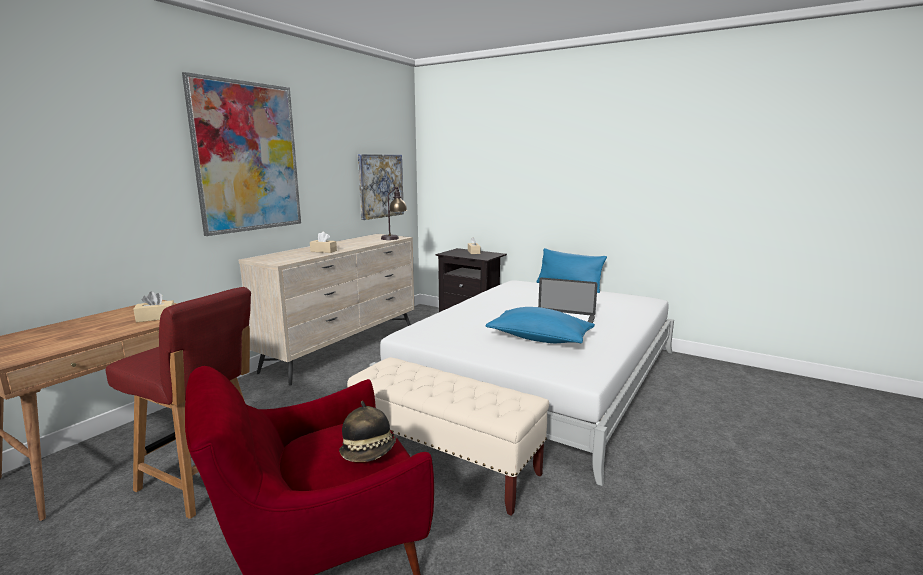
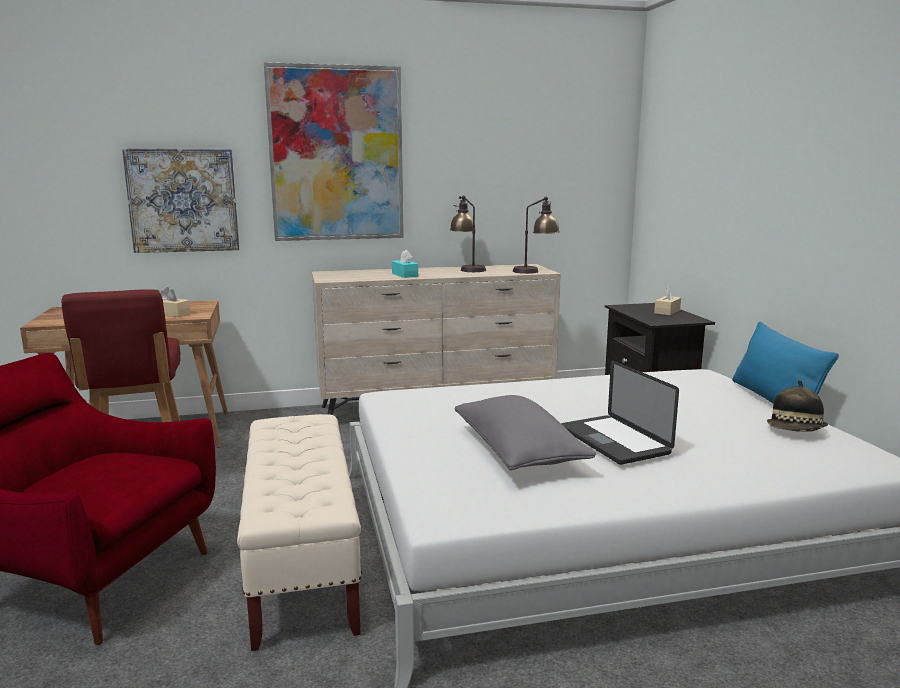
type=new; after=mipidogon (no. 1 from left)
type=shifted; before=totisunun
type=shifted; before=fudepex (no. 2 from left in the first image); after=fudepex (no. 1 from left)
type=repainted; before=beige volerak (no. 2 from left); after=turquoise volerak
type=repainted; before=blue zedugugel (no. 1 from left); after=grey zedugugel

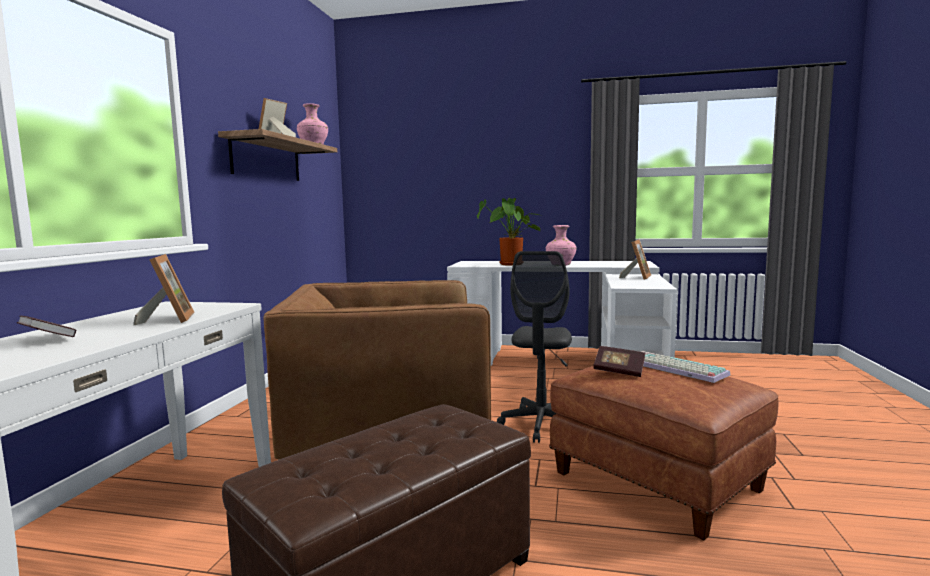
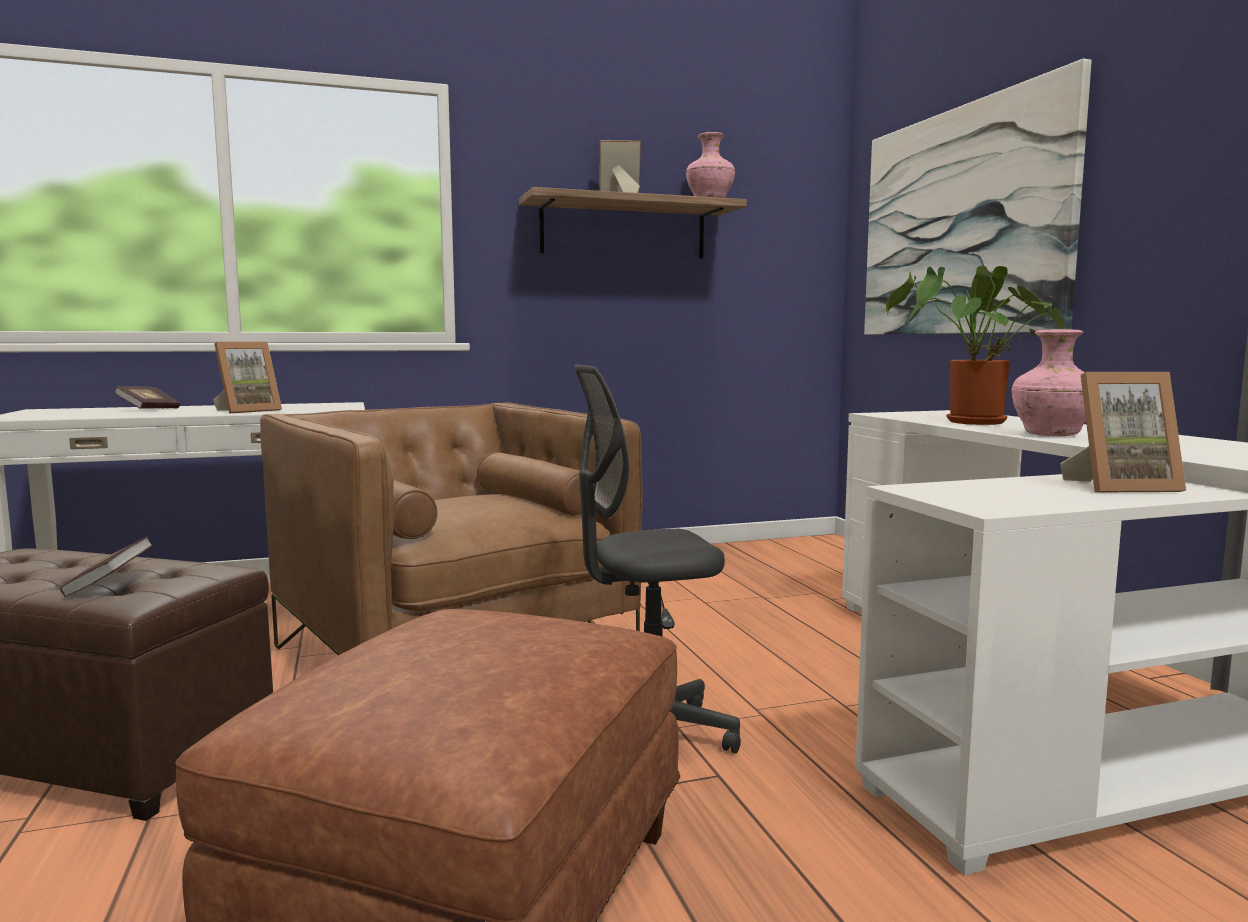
type=gone; before=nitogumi
type=new; after=fudepex
type=shifted; before=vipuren (no. 2 from left in the first image); after=vipuren (no. 1 from left)

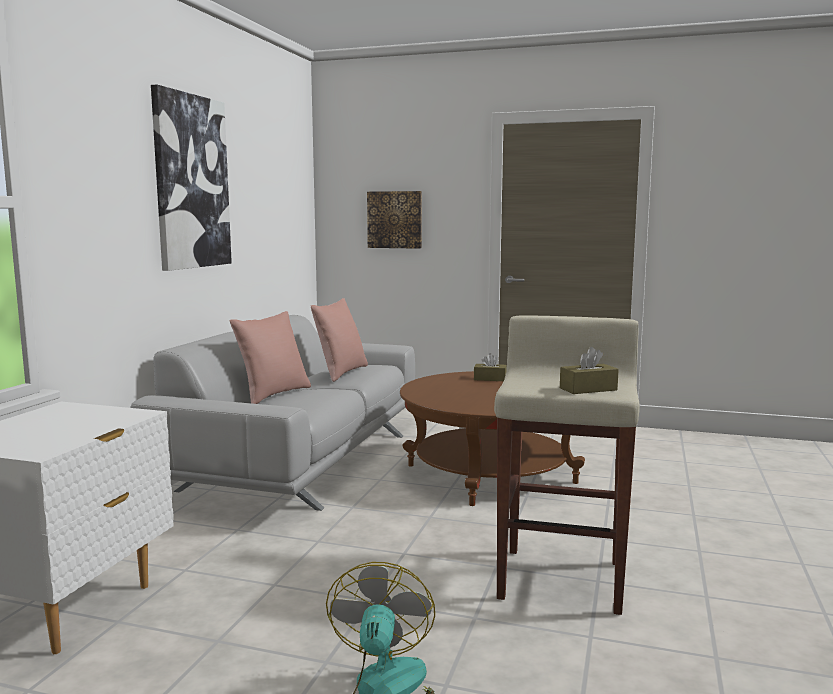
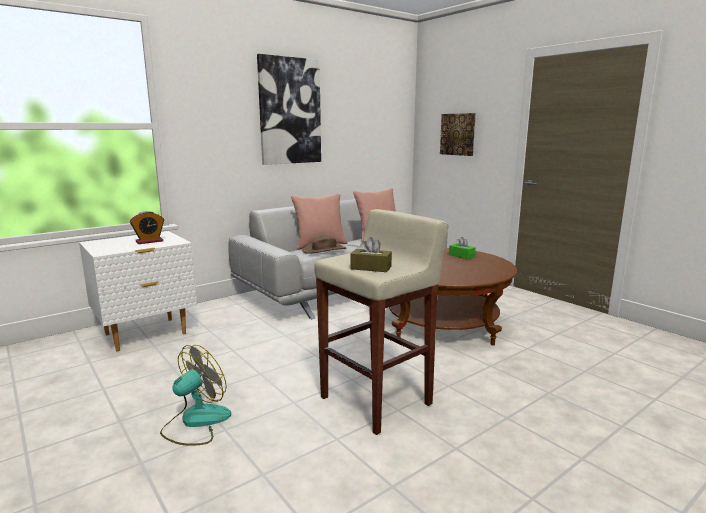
type=new; after=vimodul
type=new; after=brown totisunun
type=repainted; before=brown volerak (no. 1 from left); after=green volerak

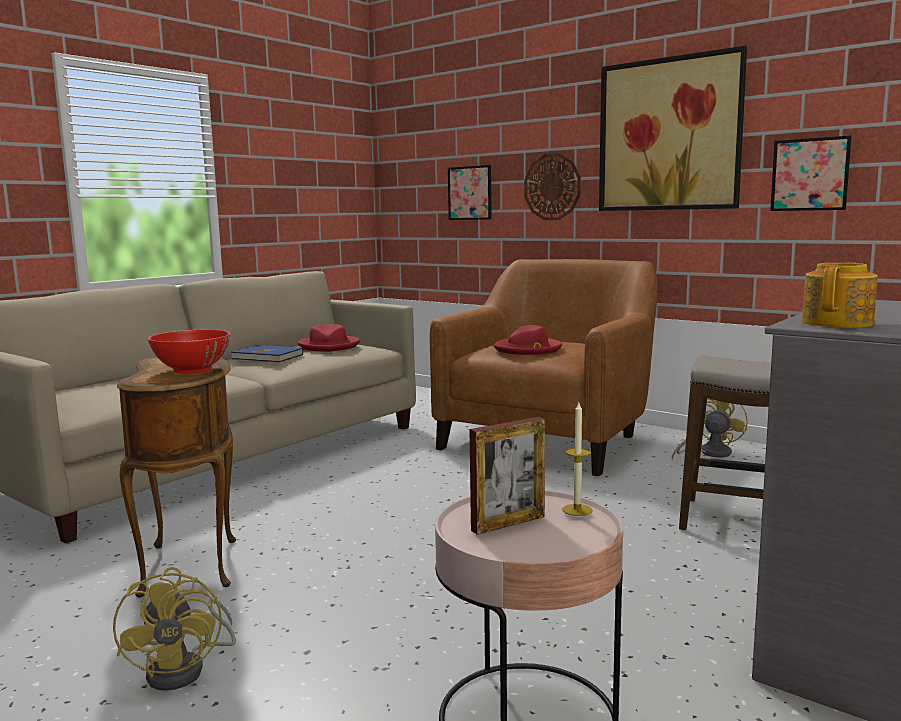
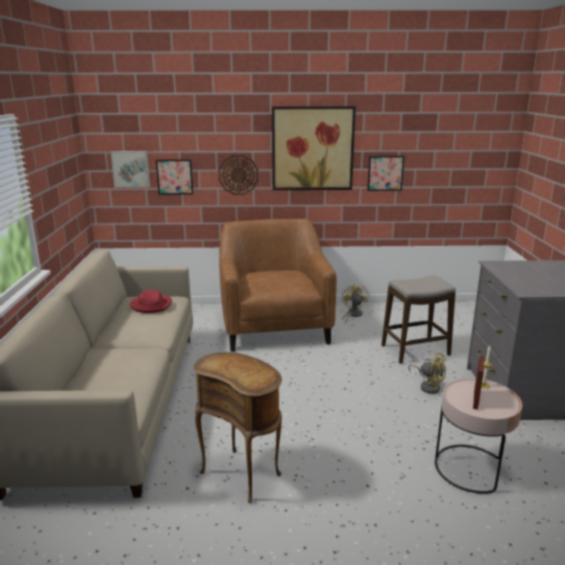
type=gone; before=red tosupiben
type=gone; before=blue vipuren
type=gone; before=red totisunun (no. 2 from left)
type=gone; before=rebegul
type=new; after=fudepex (no. 1 from left)
type=shifted; before=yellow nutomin (no. 1 from left in the first image); after=yellow nutomin (no. 2 from left)

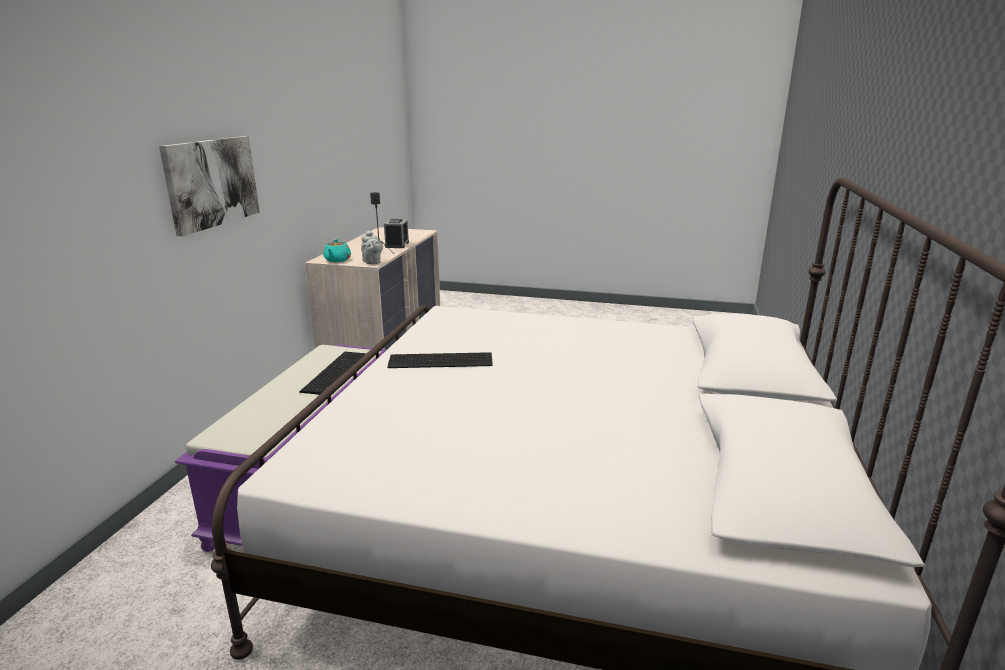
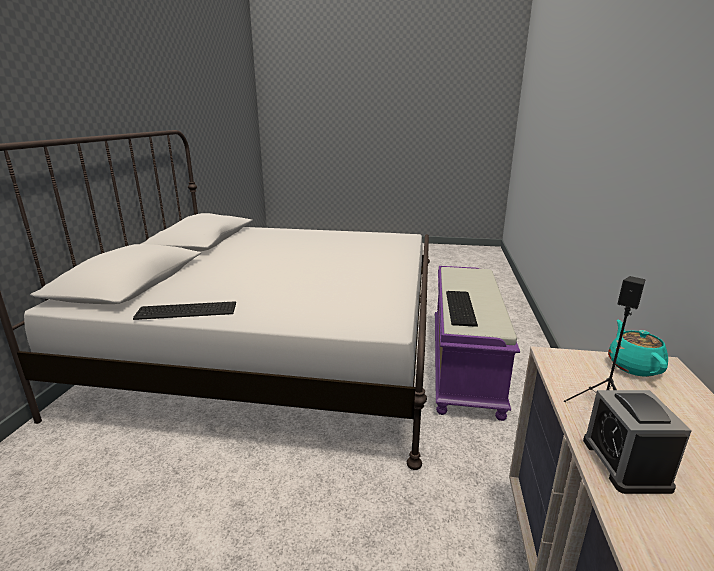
type=gone; before=fudepex
type=gone; before=grey rebegul
type=shifted; before=nitogumi (no. 2 from left in the first image); after=nitogumi (no. 1 from left)

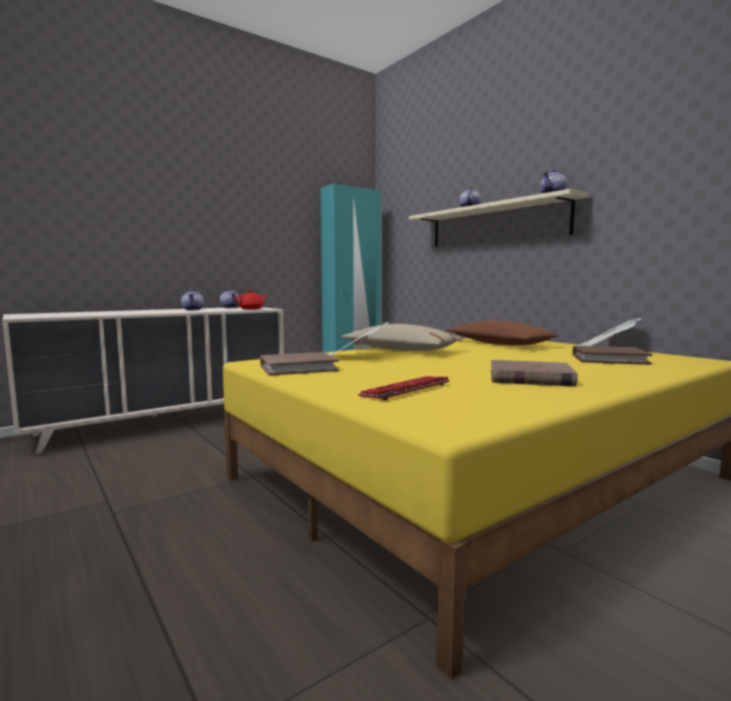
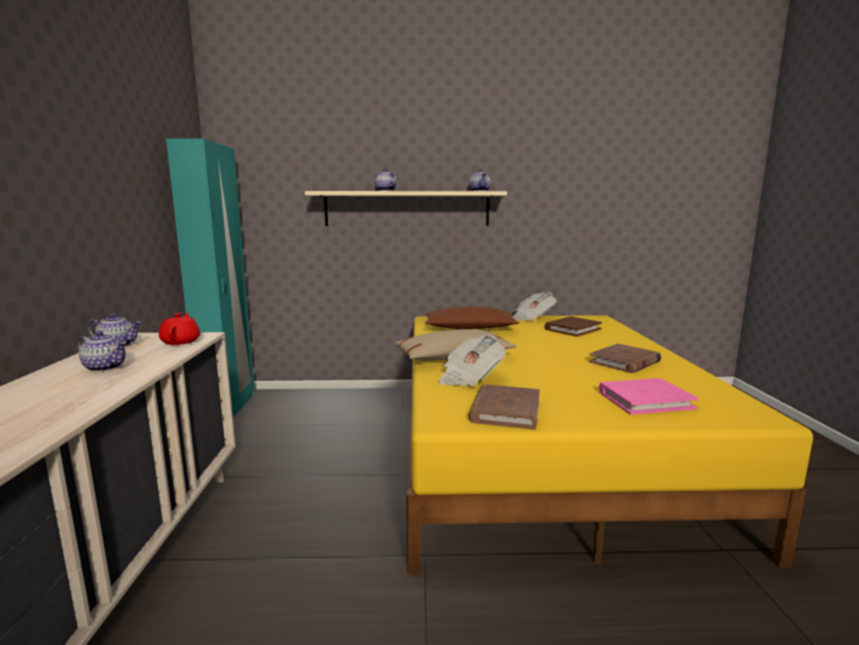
type=swapped; before=nitogumi; after=pink vipuren

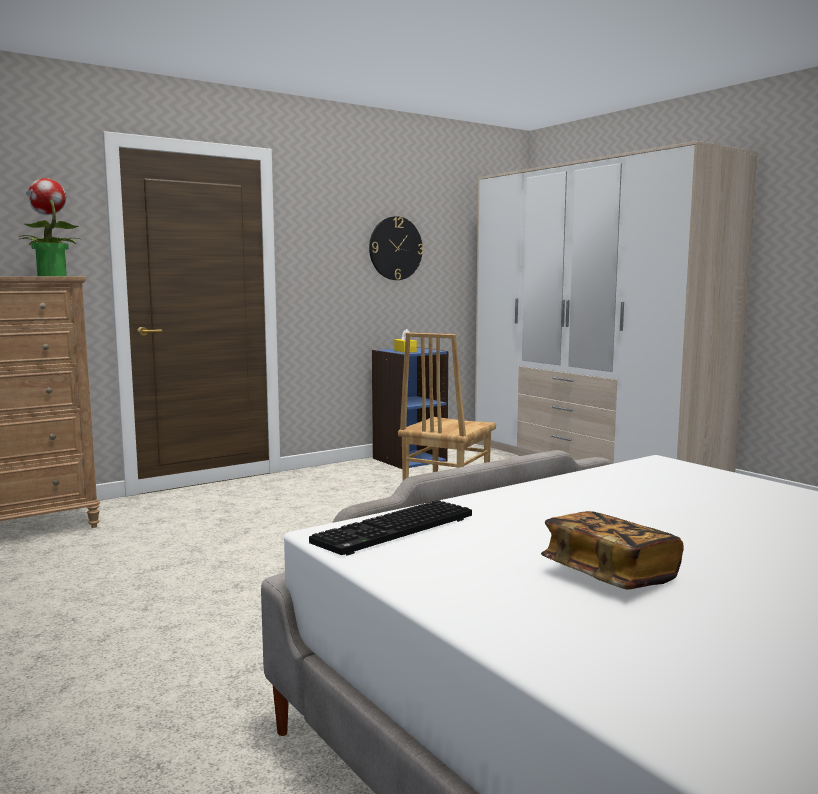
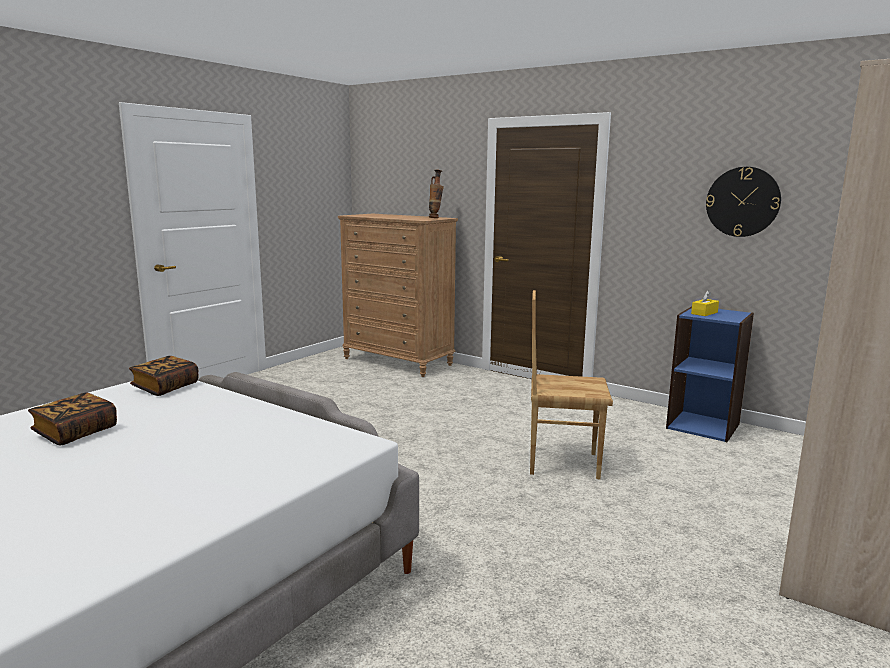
type=swapped; before=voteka; after=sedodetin
type=swapped; before=nitogumi; after=vipuren (no. 2 from left)

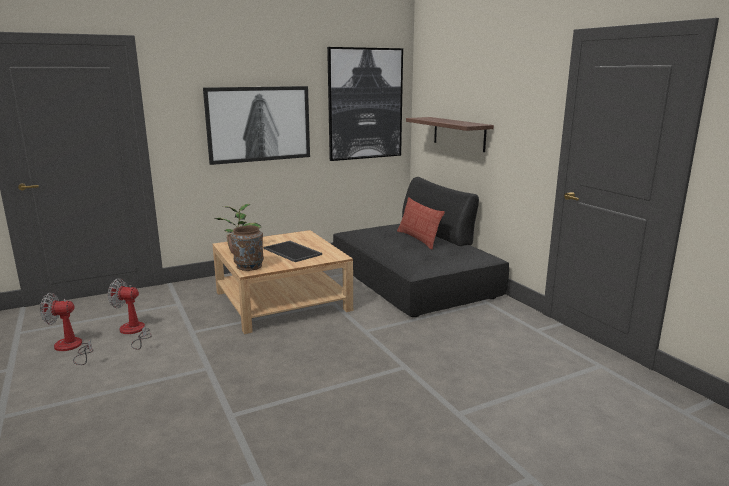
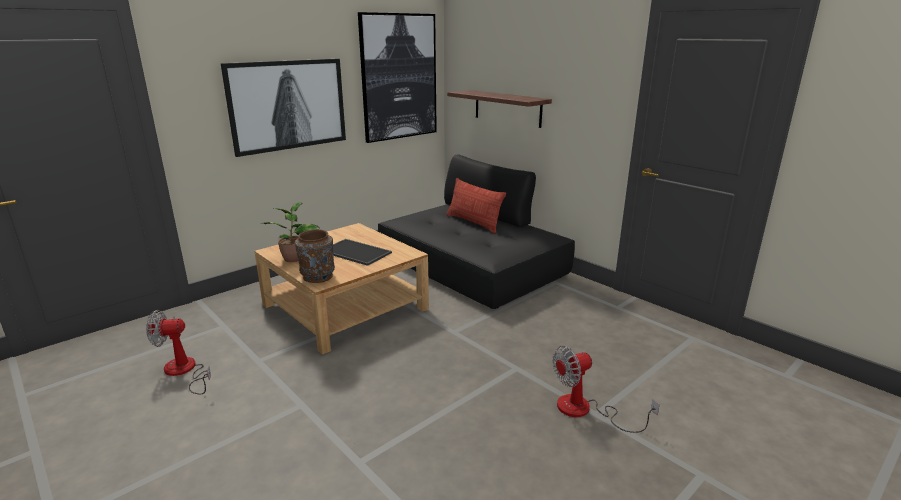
type=shifted; before=nutomin (no. 1 from left in the first image); after=nutomin (no. 2 from left)

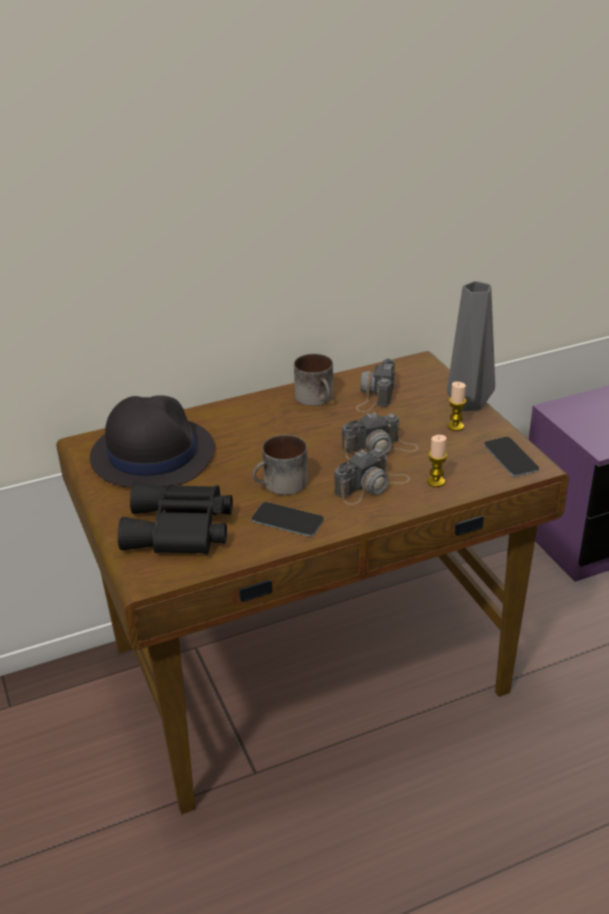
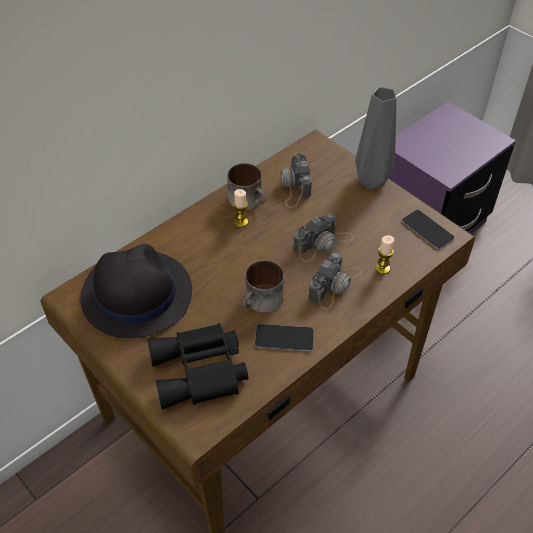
type=shifted; before=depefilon (no. 2 from left in the first image); after=depefilon (no. 1 from left)

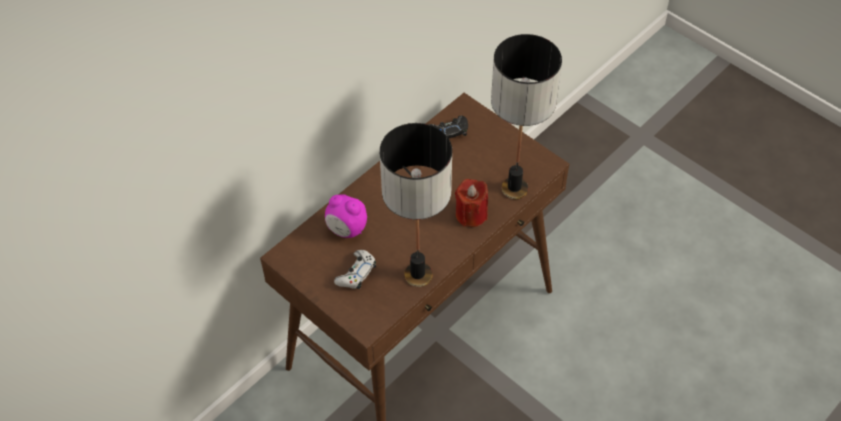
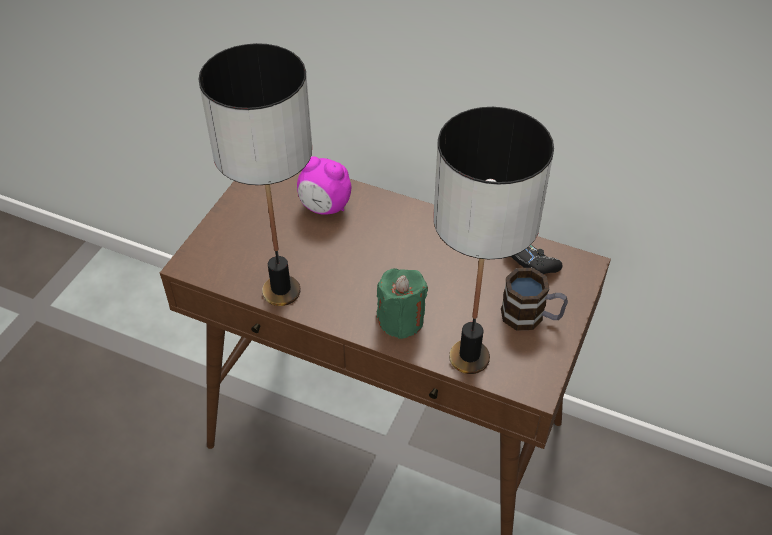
type=gone; before=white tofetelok
type=new; after=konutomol
type=repainted; before=red depefilon; after=green depefilon
type=rotated; before=vimodul; turn=-75

